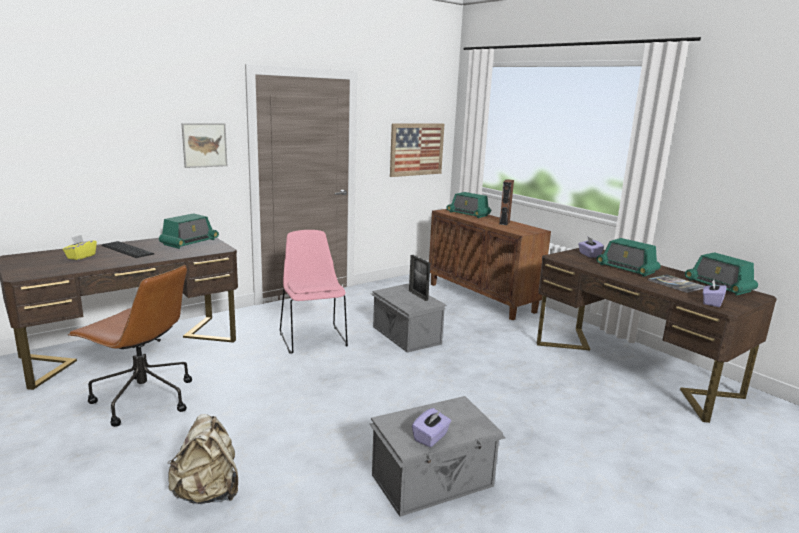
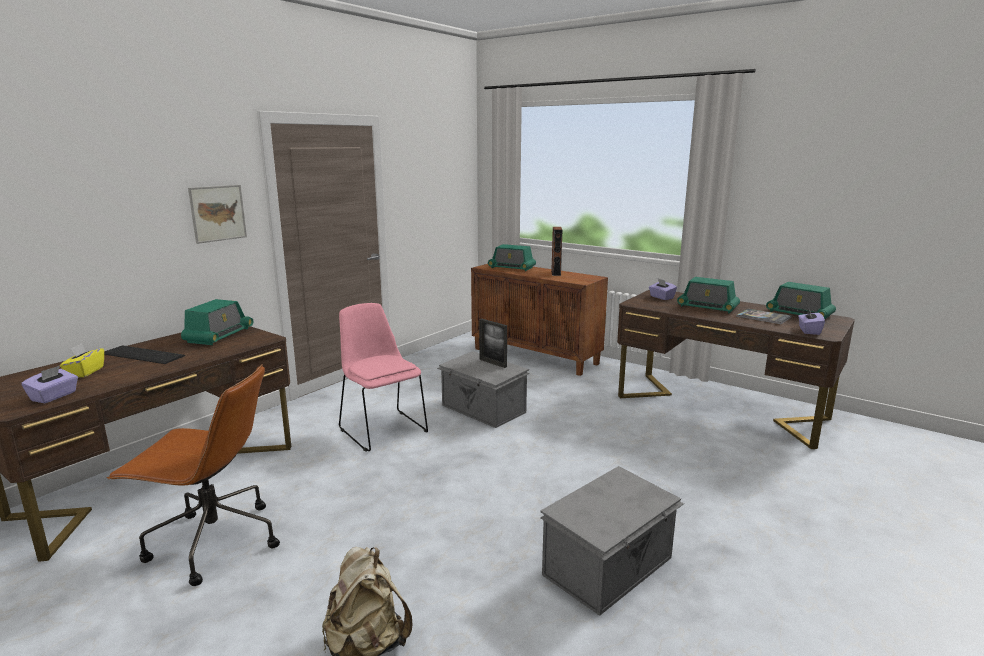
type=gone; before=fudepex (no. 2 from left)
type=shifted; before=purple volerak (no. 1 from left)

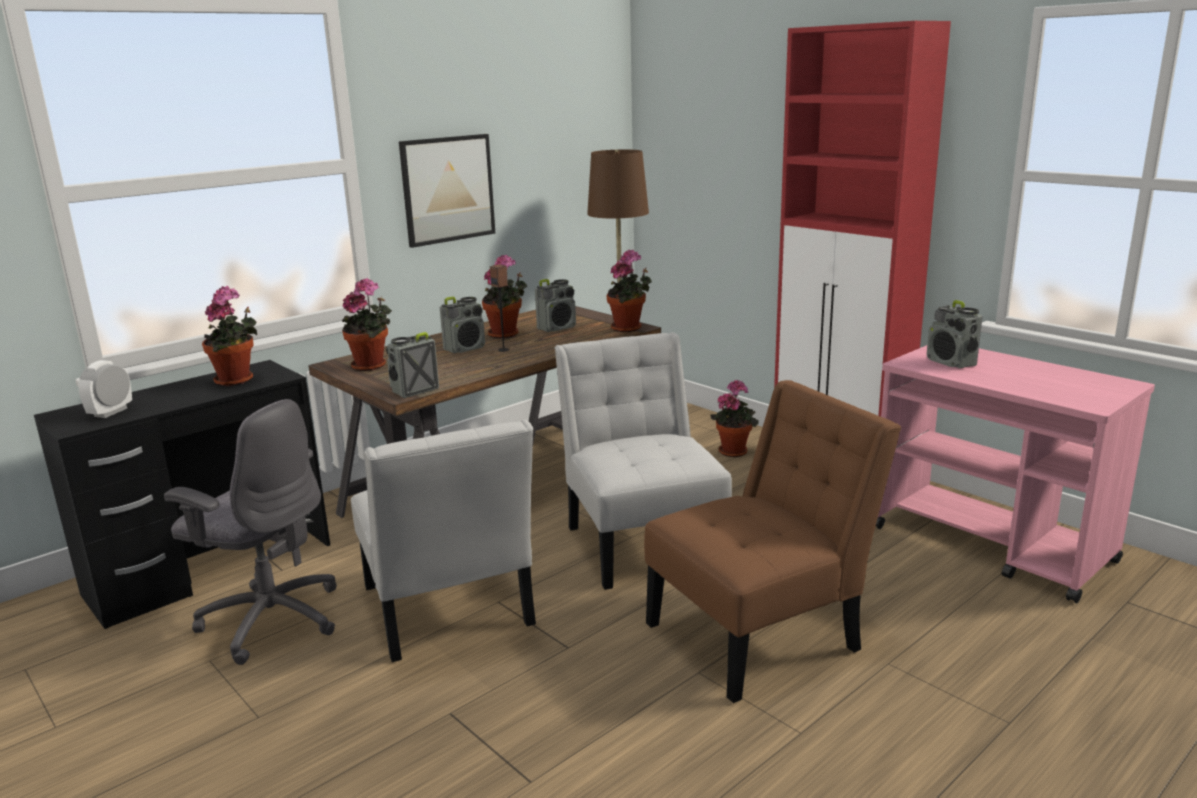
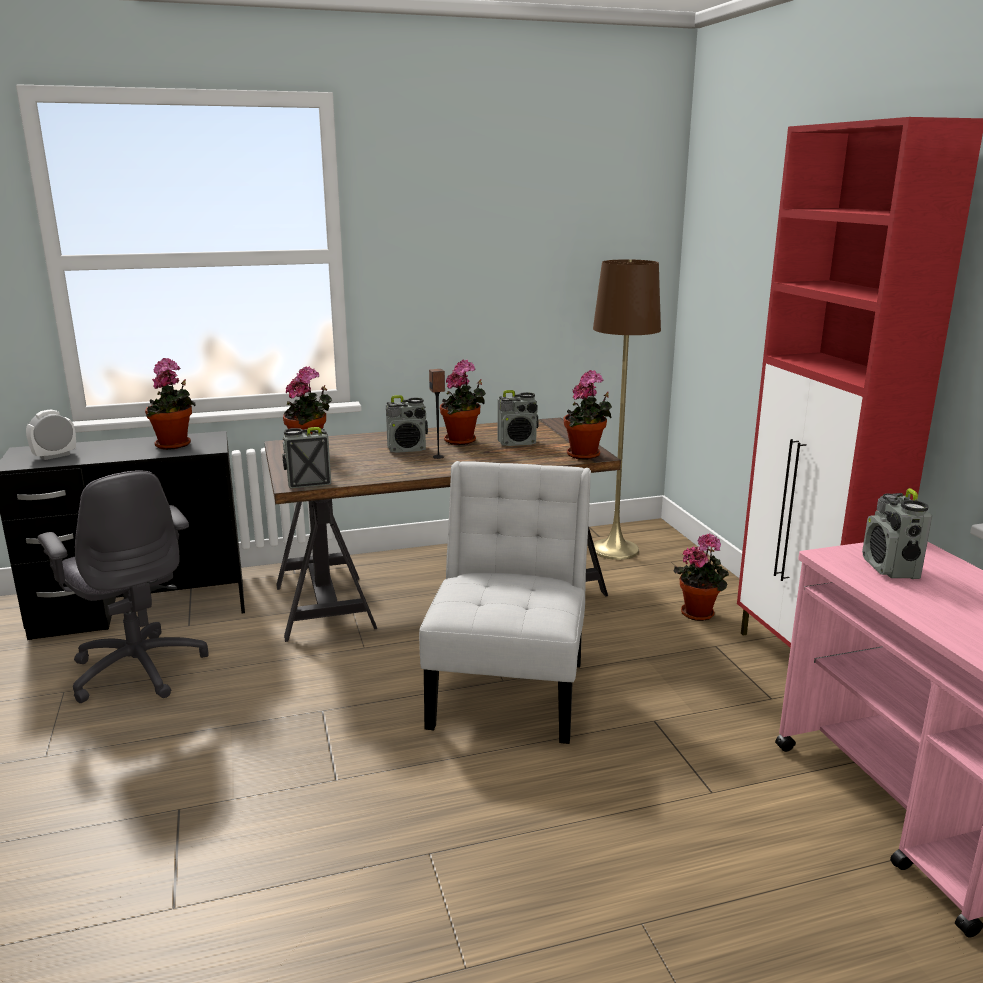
type=gone; before=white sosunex (no. 1 from left)
type=gone; before=fudepex
type=gone; before=brown sosunex

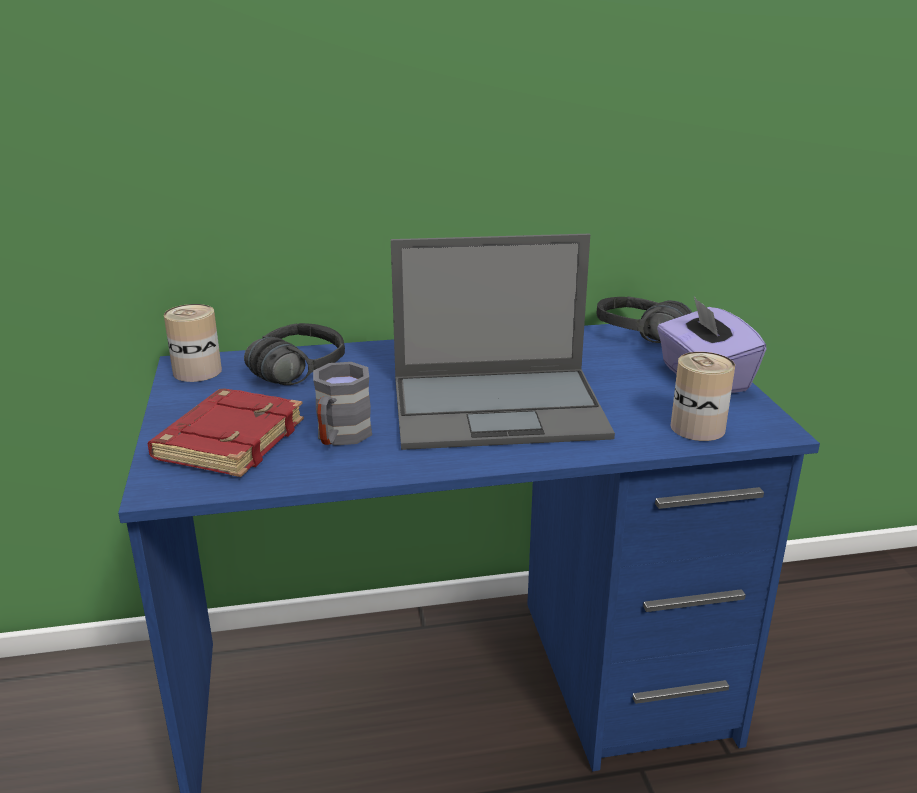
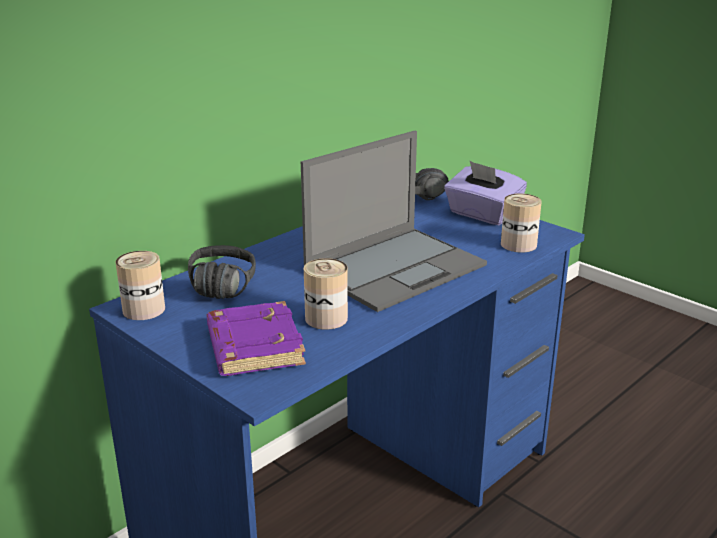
type=swapped; before=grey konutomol; after=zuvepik (no. 2 from left)
type=repainted; before=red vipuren; after=purple vipuren

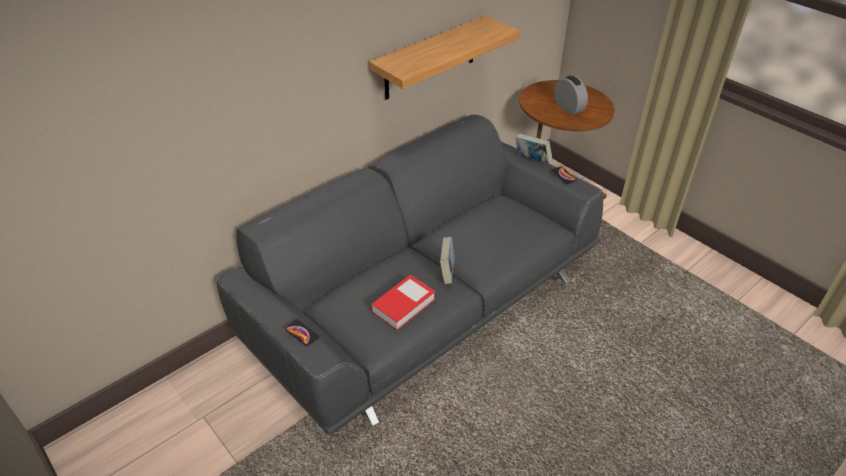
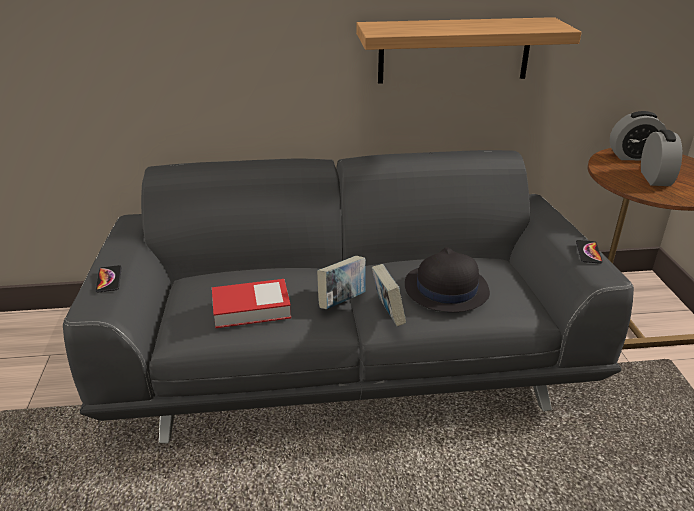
type=new; after=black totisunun
type=new; after=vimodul (no. 1 from left)
type=shifted; before=vipuren (no. 3 from left)

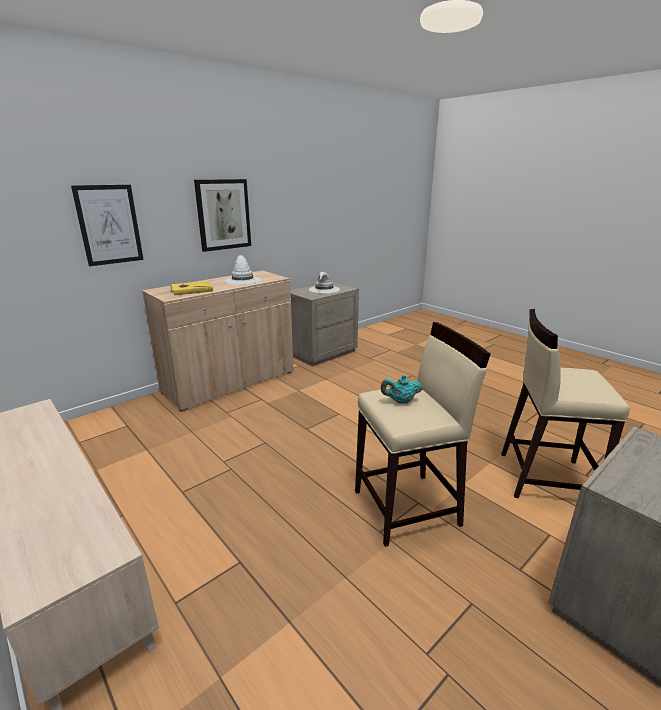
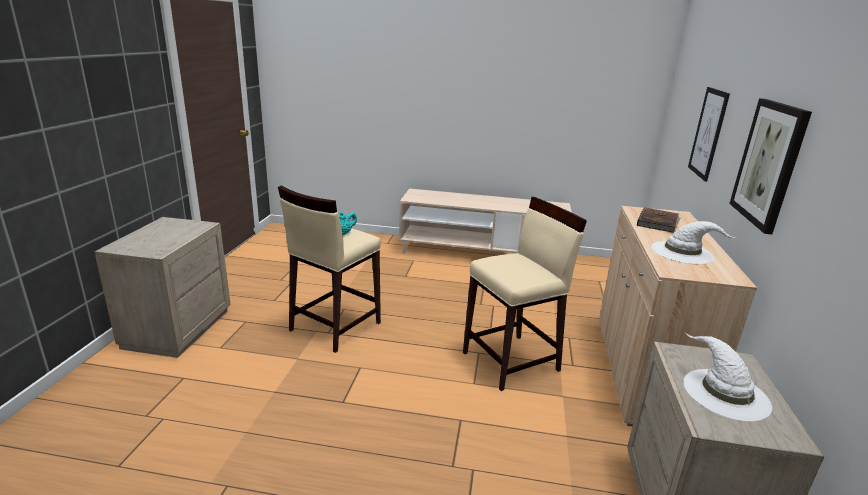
type=shifted; before=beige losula (no. 2 from left)
type=repainted; before=yellow vipuren; after=brown vipuren

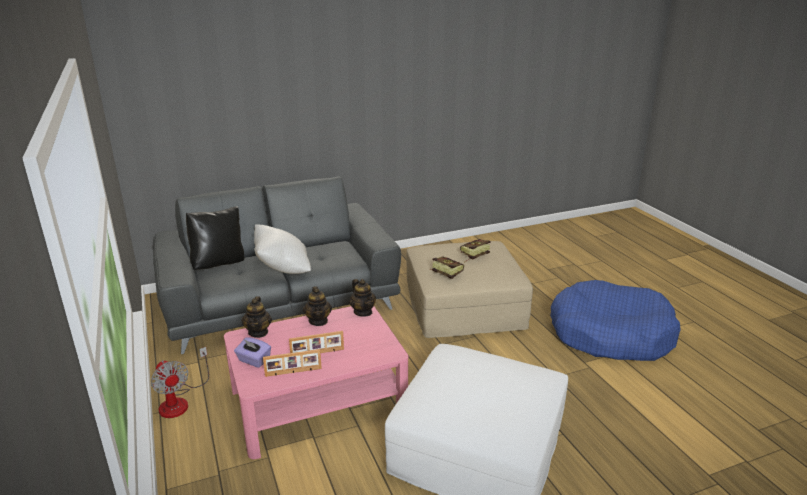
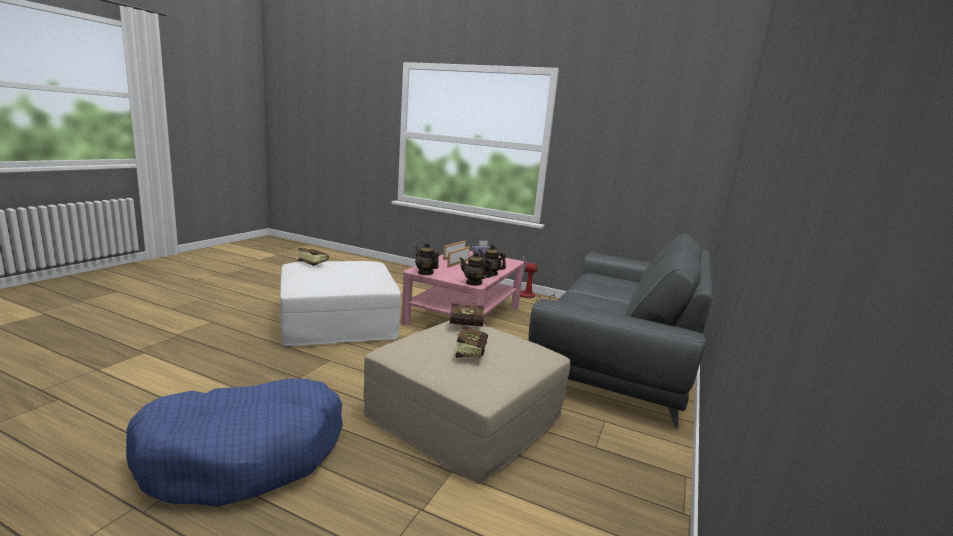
type=gone; before=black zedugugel
type=gone; before=white zedugugel
type=new; after=vipuren (no. 1 from left)
type=shifted; before=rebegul (no. 1 from left)

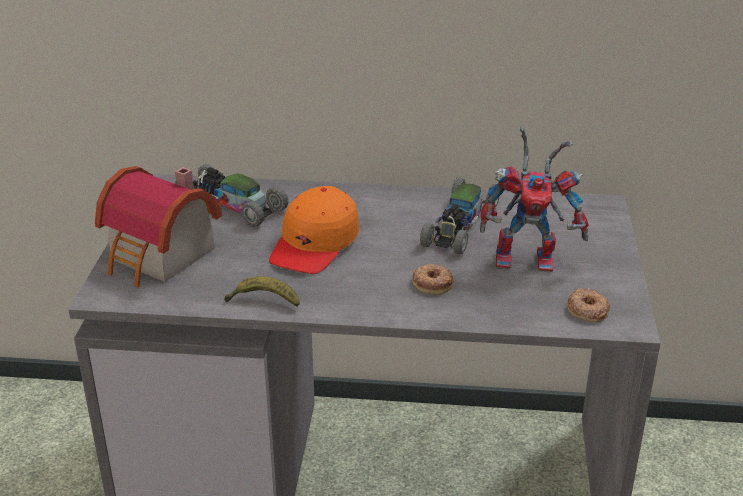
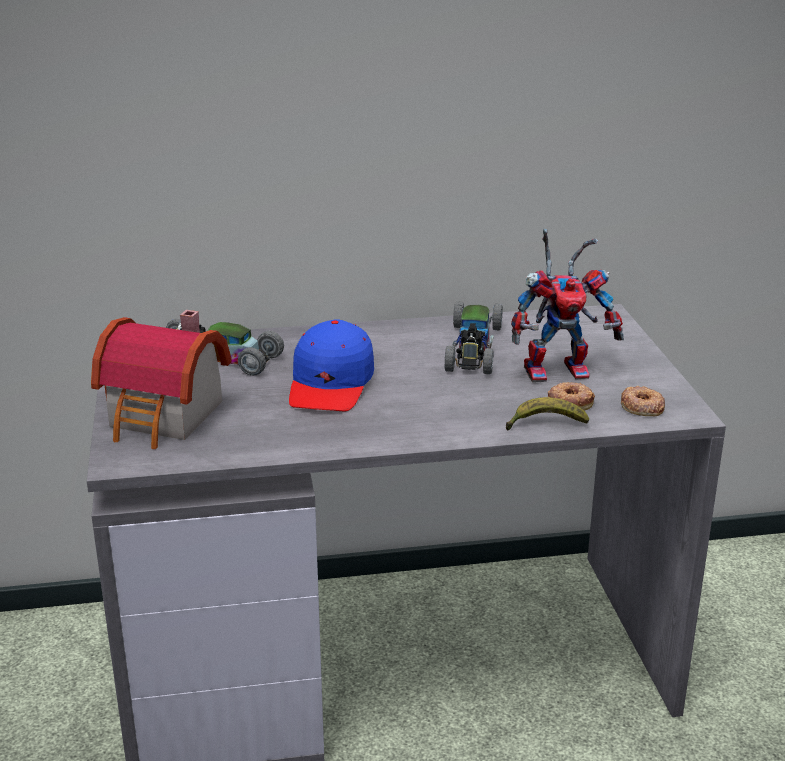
type=shifted; before=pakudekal
type=shifted; before=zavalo (no. 1 from left)
type=repainted; before=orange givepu; after=blue givepu

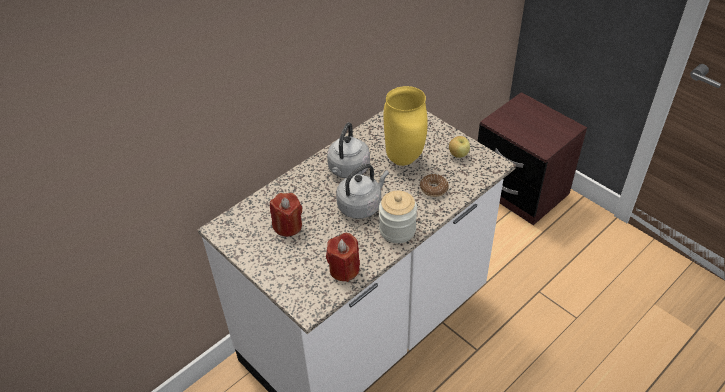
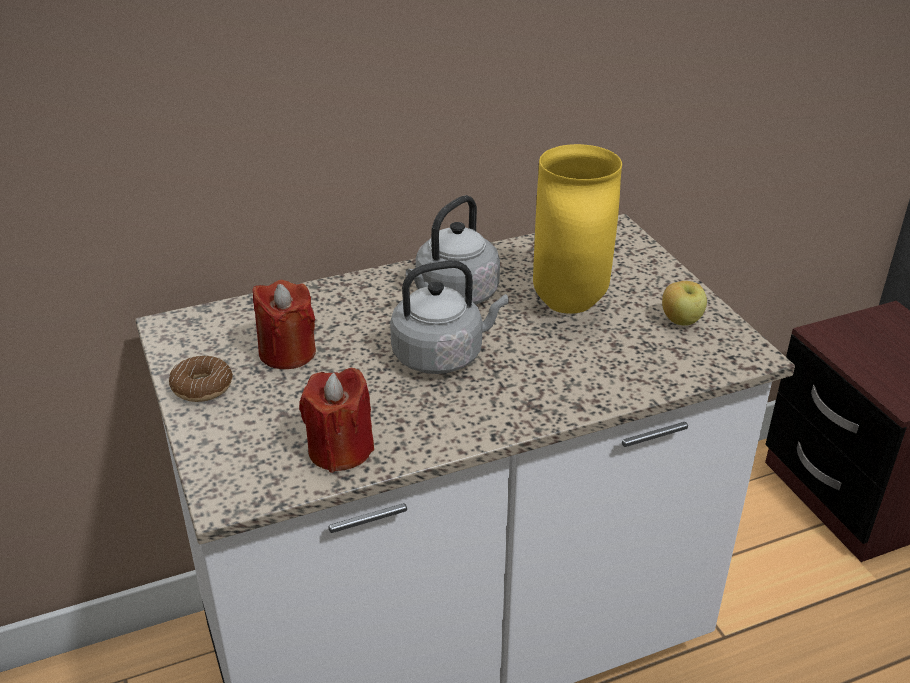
type=gone; before=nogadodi
type=shifted; before=zavalo

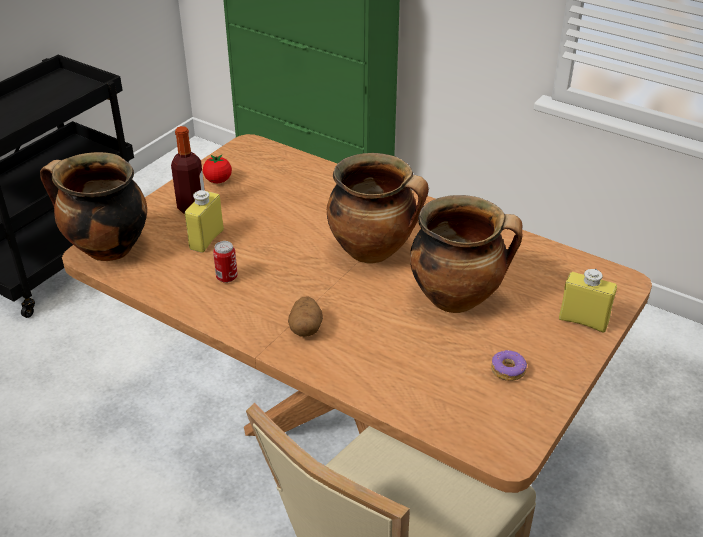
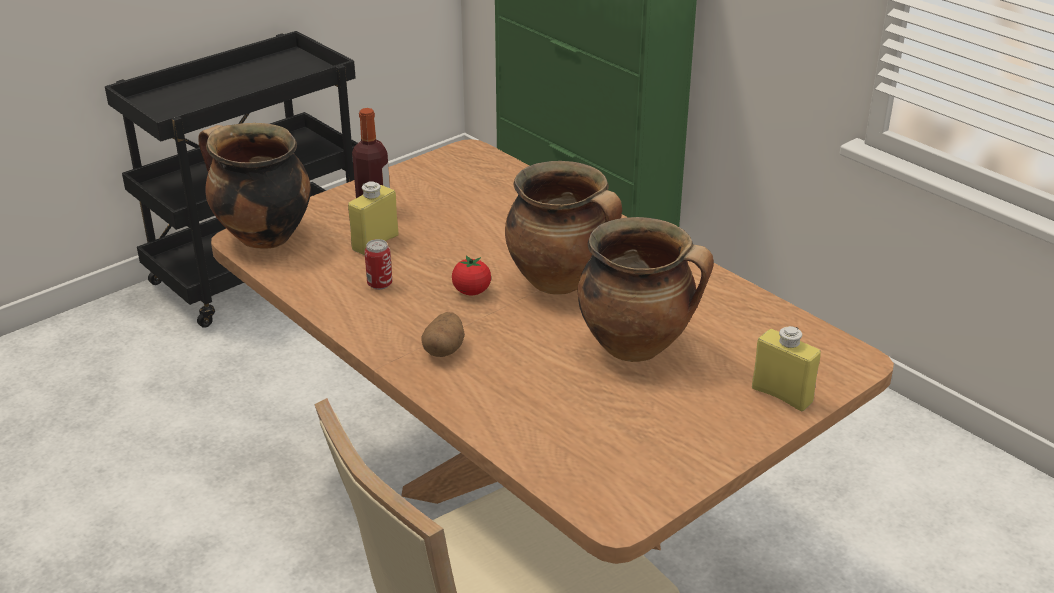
type=gone; before=zavalo
type=shifted; before=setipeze

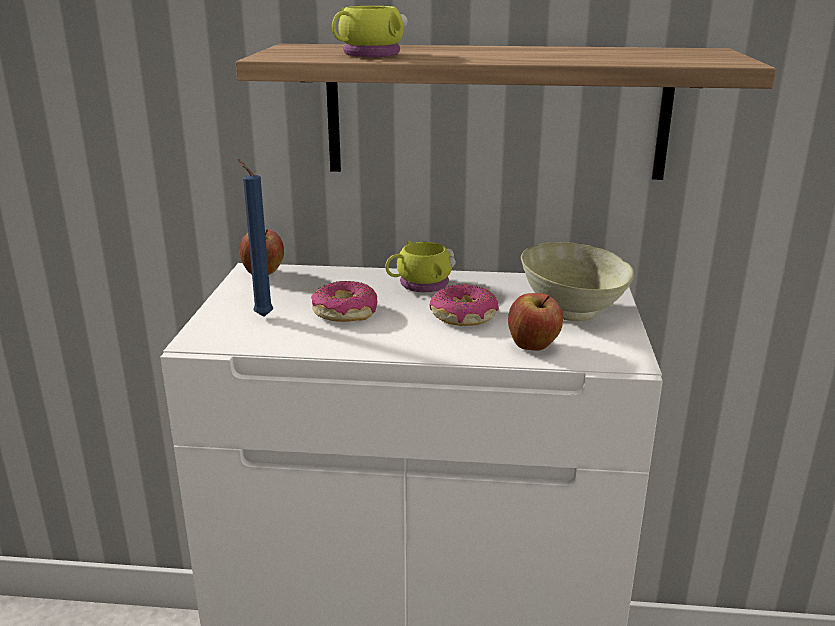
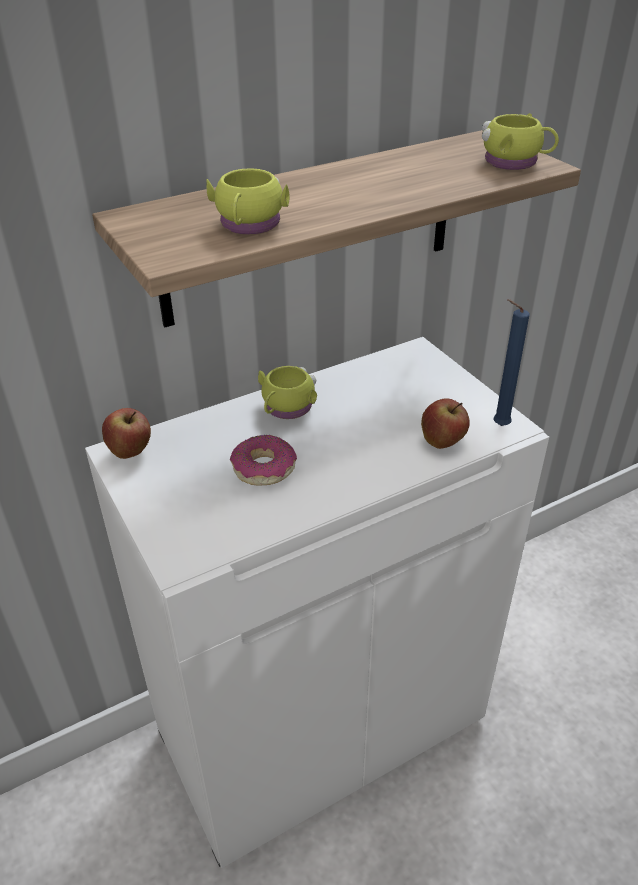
type=gone; before=zavalo (no. 2 from left)
type=gone; before=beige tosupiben
type=new; after=yellow konutomol (no. 3 from left)
type=shifted; before=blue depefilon

